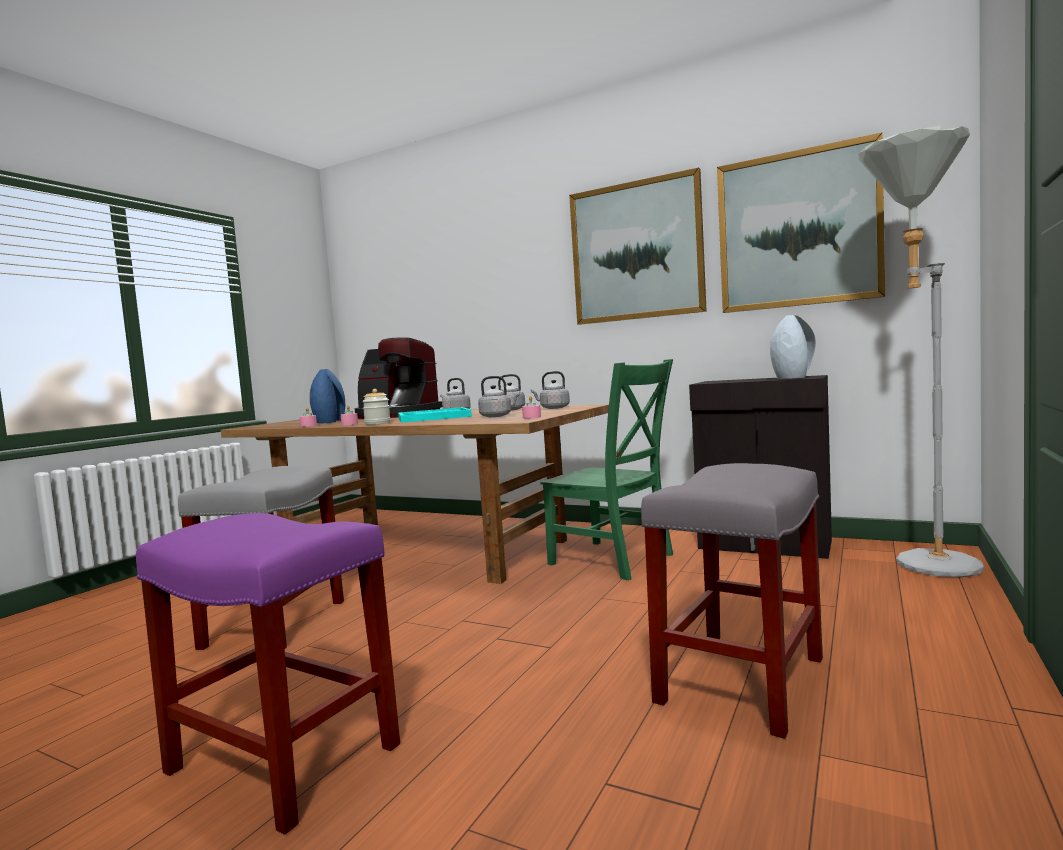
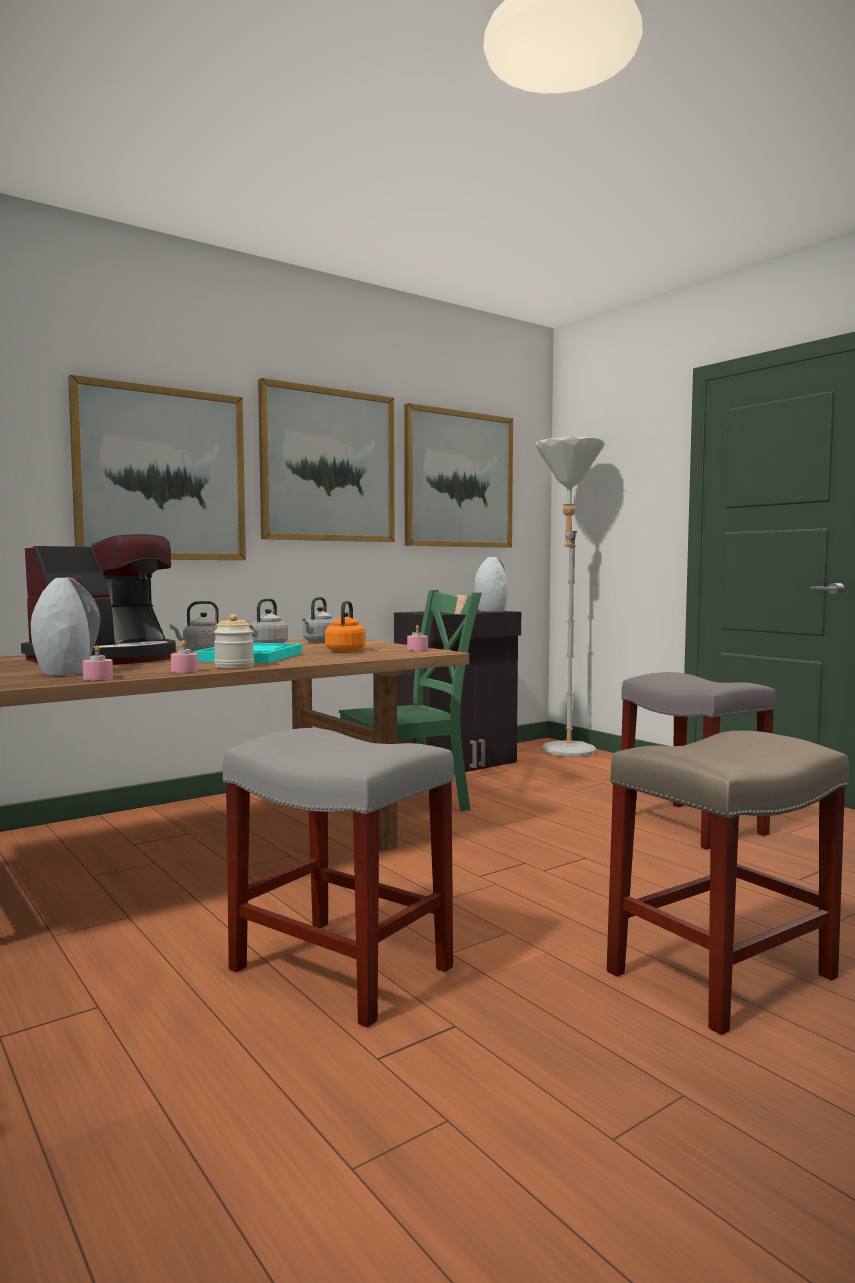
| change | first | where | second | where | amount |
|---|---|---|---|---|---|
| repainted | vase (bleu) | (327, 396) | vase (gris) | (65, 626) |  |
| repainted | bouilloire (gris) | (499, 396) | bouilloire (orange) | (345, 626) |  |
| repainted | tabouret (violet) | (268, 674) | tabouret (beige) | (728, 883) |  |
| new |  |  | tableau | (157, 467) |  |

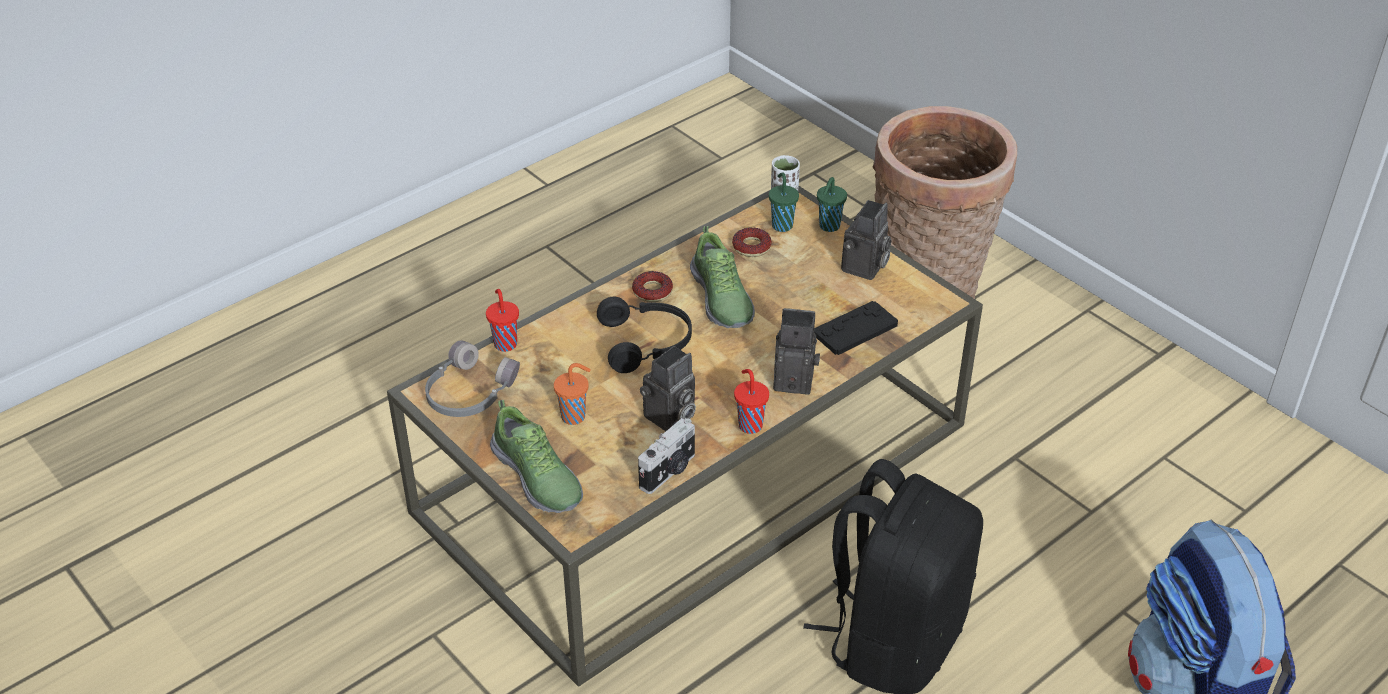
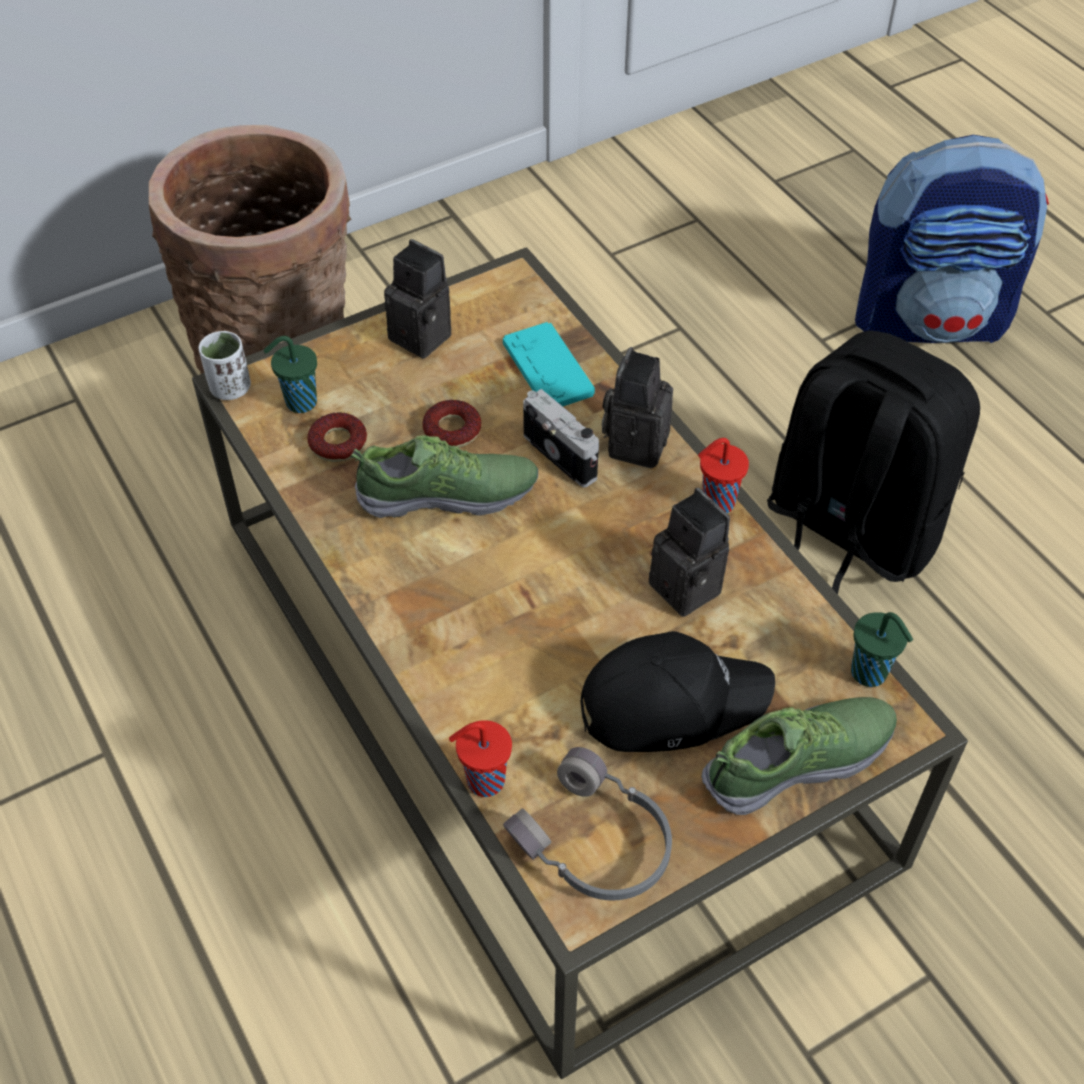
| change | first | where | second | where | amount |
|---|---|---|---|---|---|
| shifted | tasse (vert) | (832, 204) |  | (882, 649) |  |
| shifted | beignet | (652, 286) |  | (451, 424) |  |
| gone | casque audio (noir) | (644, 335) |  |  |  |
| repainted | manette (noir) | (856, 328) | manette (turquoise) | (549, 364) |  |
| swapped | tasse (orange) | (572, 394) | casquette (noir) | (678, 691) |  |
| shifted | appareil photo | (666, 456) |  | (561, 438) |  |

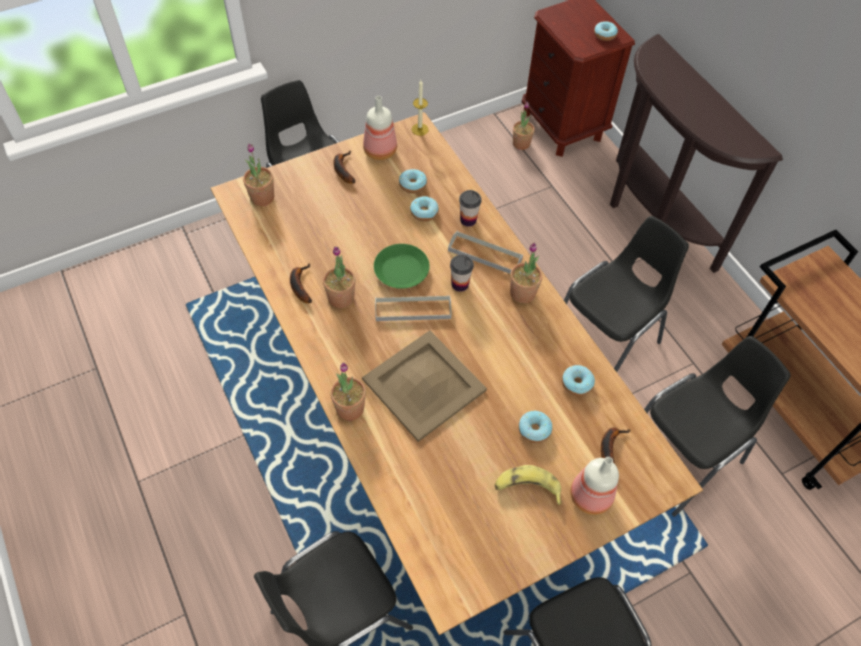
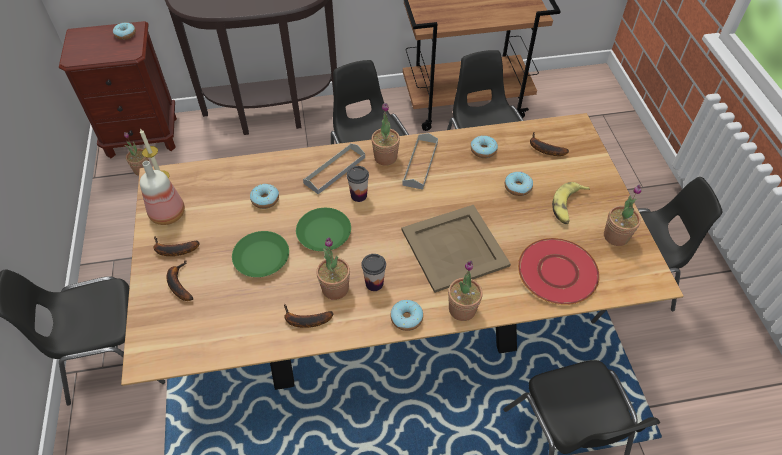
| change | first | where | second | where | amount |
|---|---|---|---|---|---|
| shifted | plante en pot | (258, 174) |  | (623, 215) |  |
| shifted | beignet | (413, 181) |  | (406, 315) |  |
| shifted | tasse | (470, 208) |  | (373, 272) |  |
| shifted | plateau (gris) | (413, 308) |  | (420, 161) |  |
| gone | bouteille | (594, 486) |  |  |  |
| new |  |  | assiette (vert) | (260, 254) |  |
| new |  |  | assiette (rouge) | (559, 271) |  |
| new |  |  | banane | (179, 280) |  |

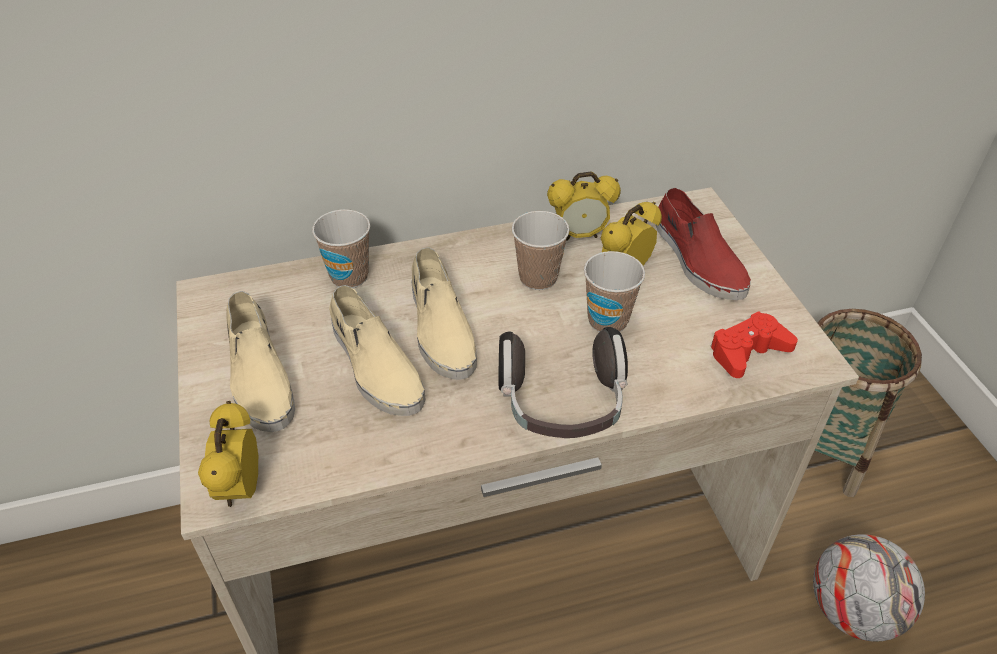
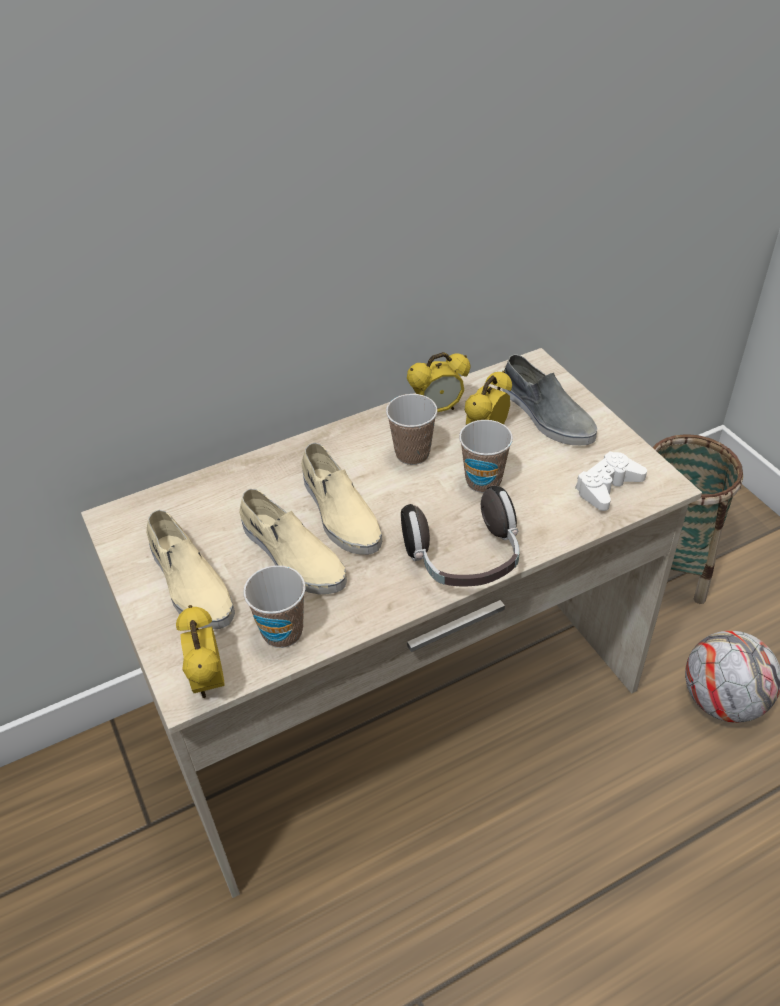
| change | first | where | second | where | amount |
|---|---|---|---|---|---|
| repainted | chaussure (rouge) | (703, 243) | chaussure (gris) | (549, 399) |  |
| shifted | tasse | (341, 248) |  | (274, 606) |  |
| repainted | manette (rouge) | (754, 344) | manette (blanc) | (611, 481) |  |

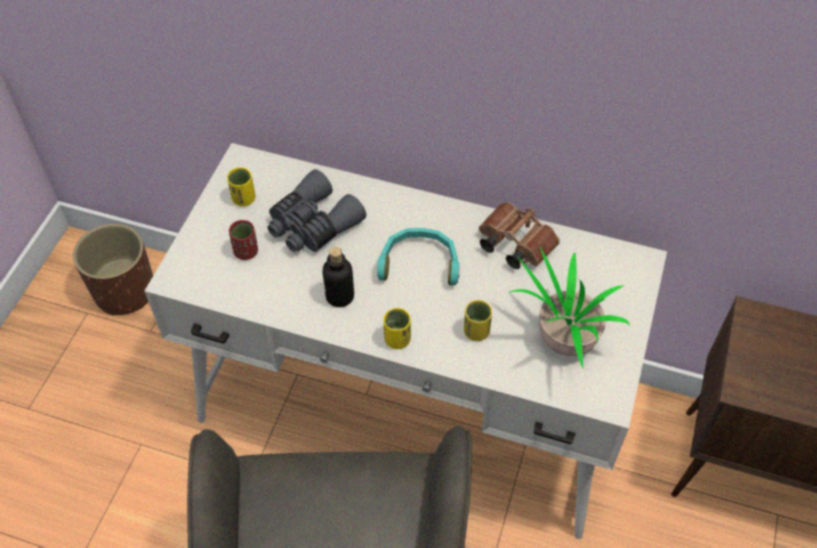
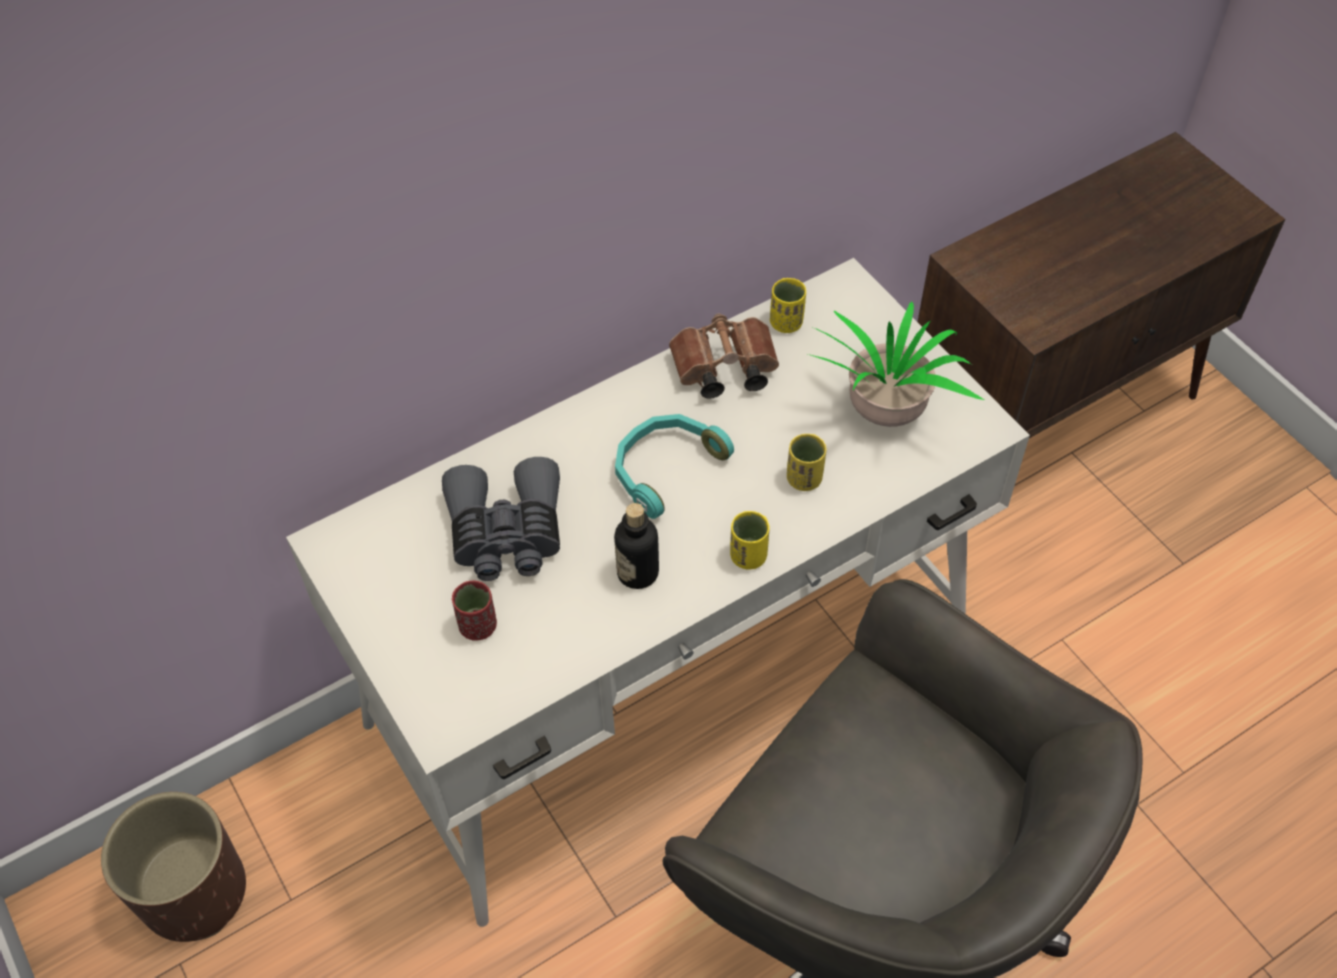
| change | first | where | second | where | amount |
|---|---|---|---|---|---|
| shifted | tasse (jaune) | (241, 186) |  | (788, 305) |  |

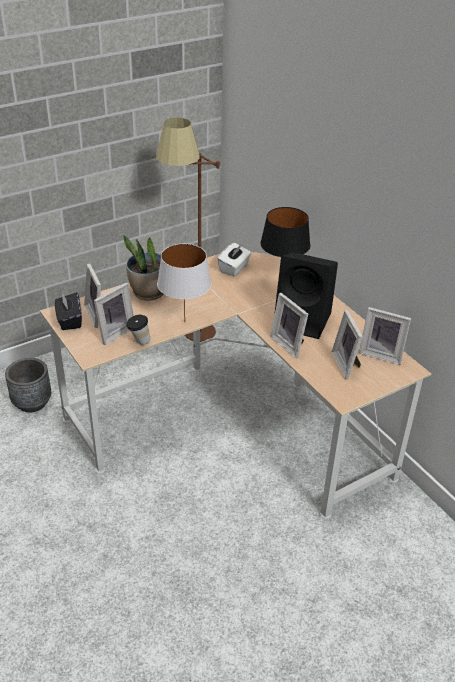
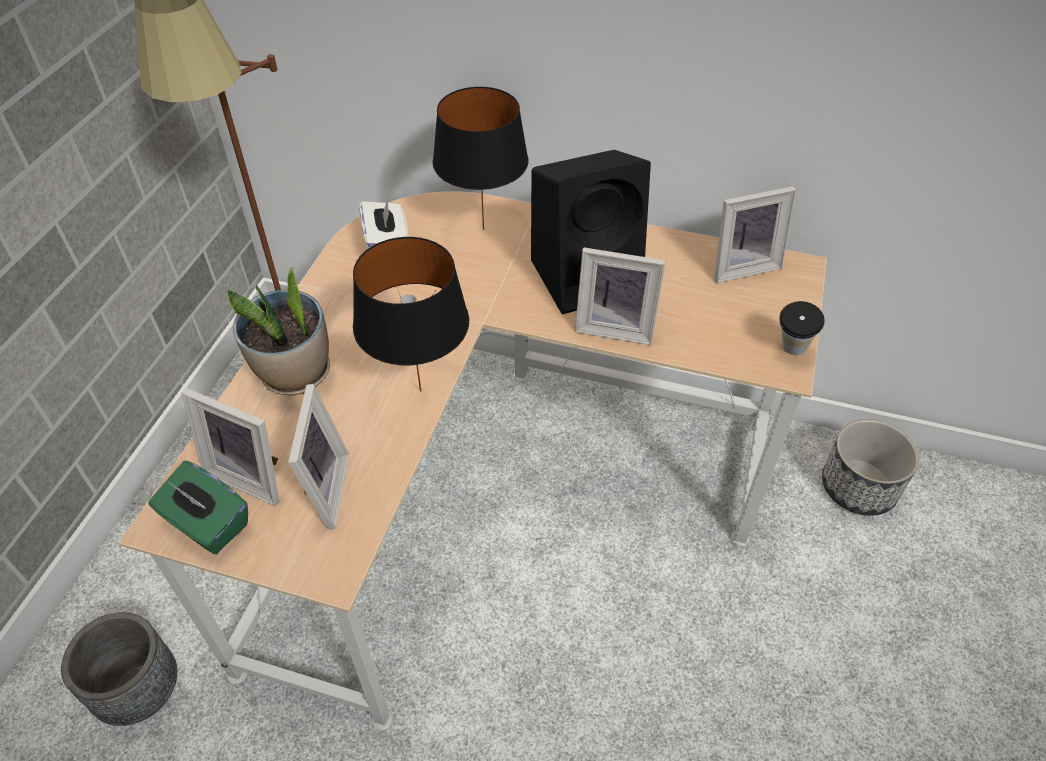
| change | first | where | second | where | amount |
|---|---|---|---|---|---|
| repainted | lampe de table (blanc) | (184, 283) | lampe de table (noir) | (411, 314) |  |
| repainted | boîte à mouchoirs (noir) | (68, 311) | boîte à mouchoirs (vert) | (198, 507) |  |
| gone | cadre photo | (347, 344) |  |  |  |
| shifted | tasse | (138, 330) |  | (802, 328) |  |
| new |  |  | cache-pot | (870, 467) |  |

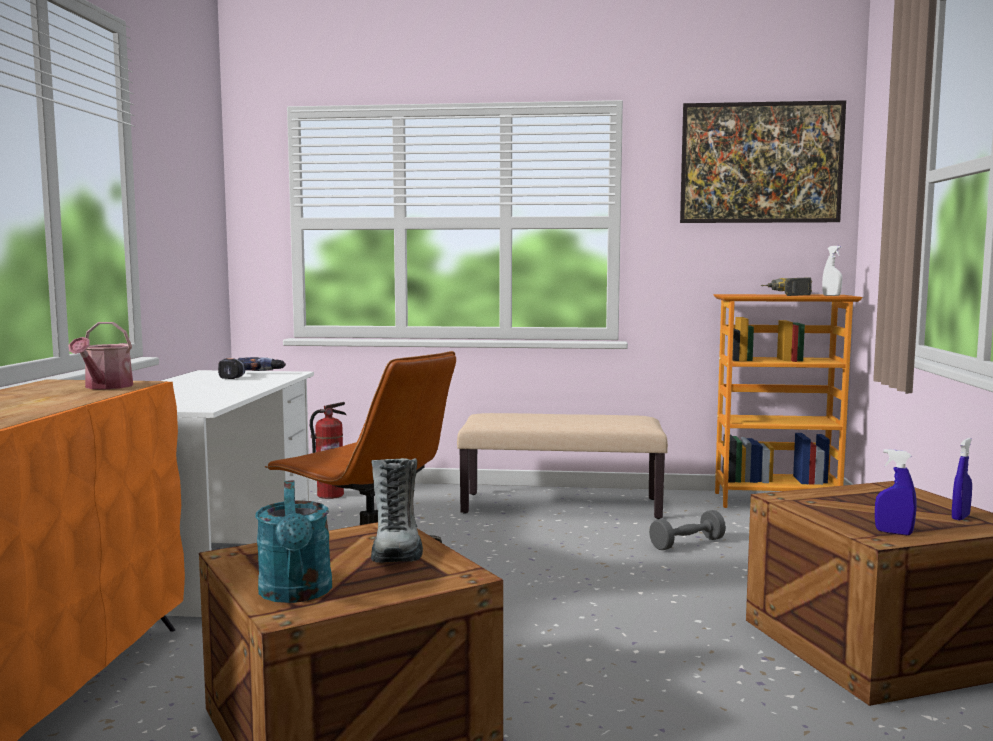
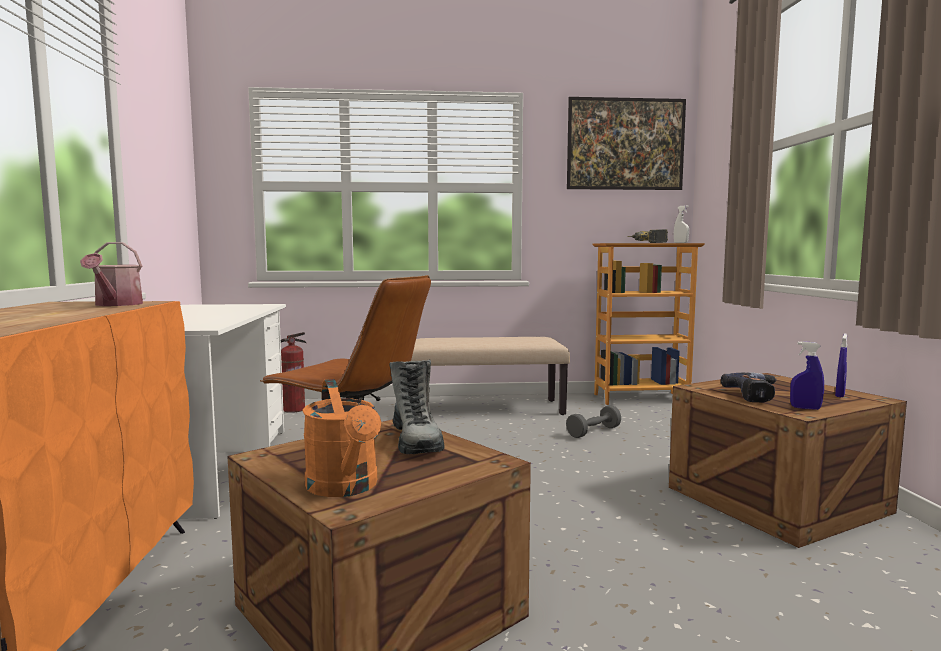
| change | first | where | second | where | amount |
|---|---|---|---|---|---|
| shifted | perceuse | (252, 368) |  | (749, 387) |  |
| repainted | arrosoir (turquoise) | (293, 541) | arrosoir (orange) | (341, 438) |  |

